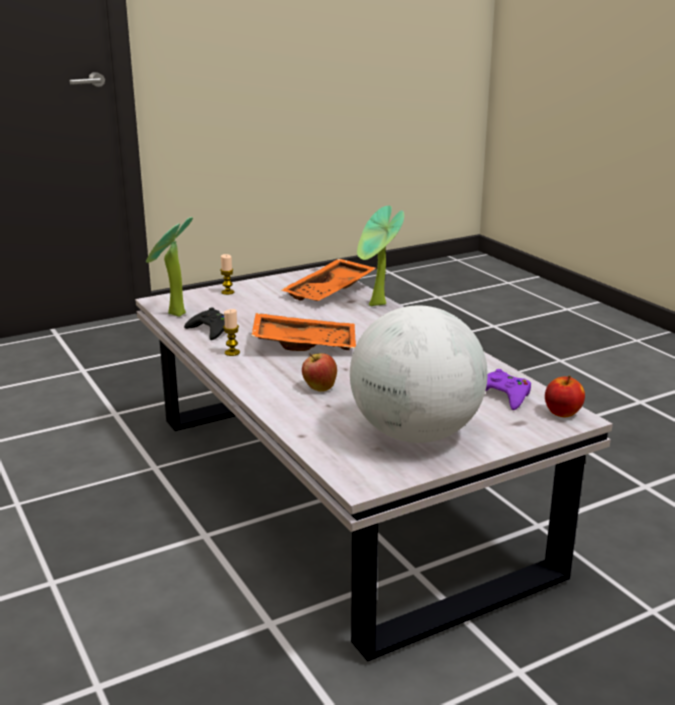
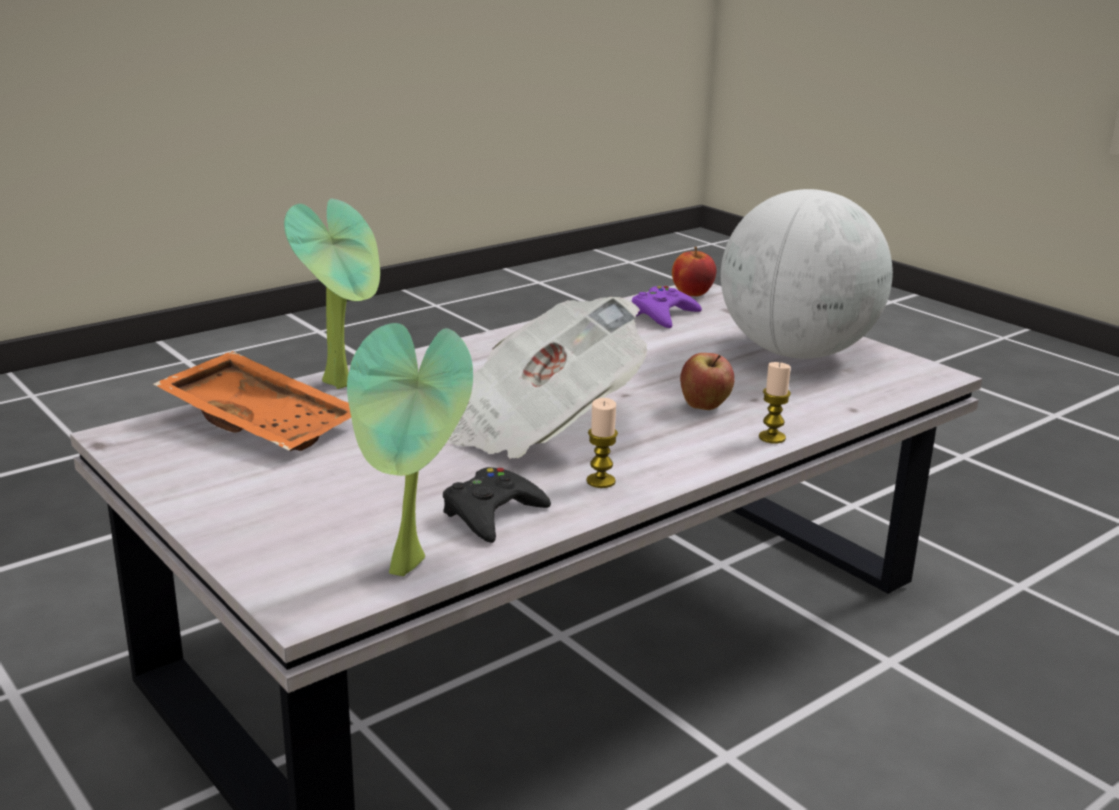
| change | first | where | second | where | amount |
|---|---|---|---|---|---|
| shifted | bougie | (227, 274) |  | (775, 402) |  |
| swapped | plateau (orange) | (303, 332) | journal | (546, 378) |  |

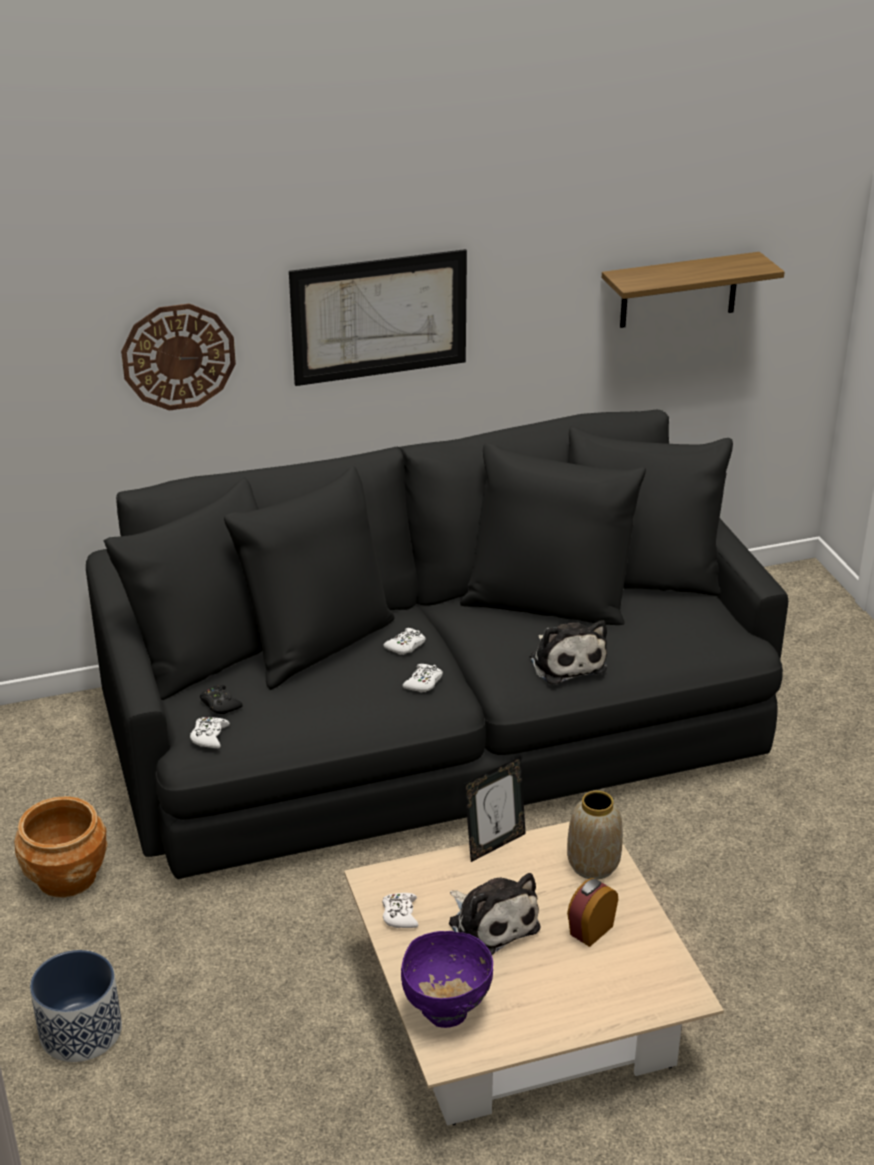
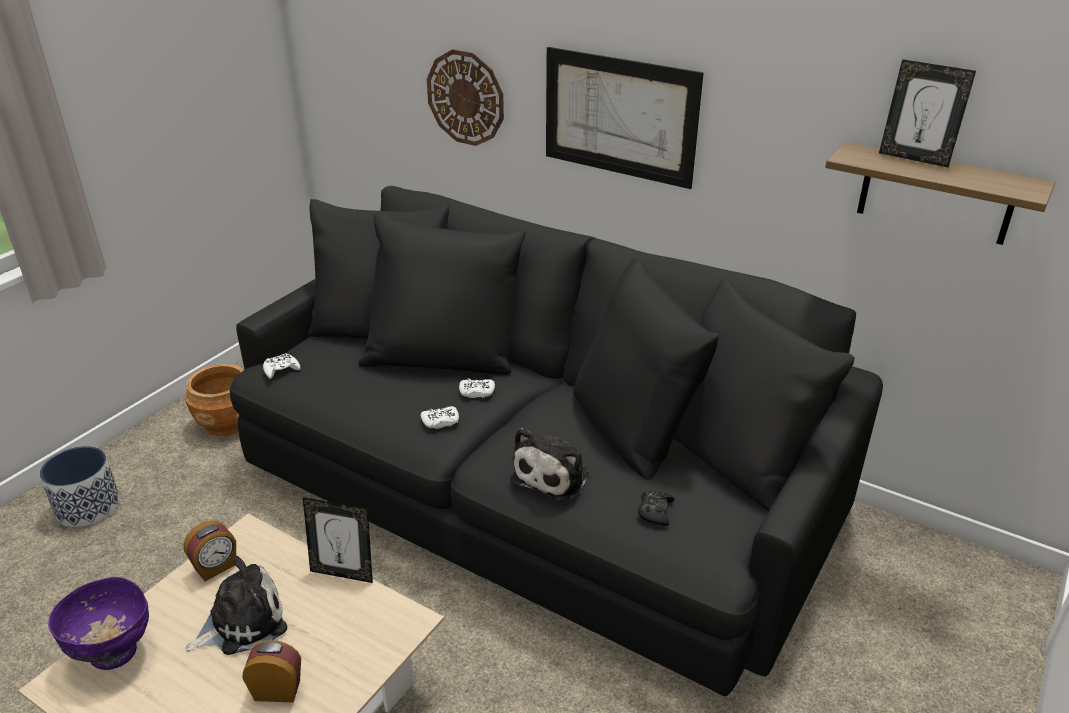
| change | first | where | second | where | amount |
|---|---|---|---|---|---|
| shifted | manette (noir) | (221, 699) |  | (656, 508) |  |
| gone | vase | (595, 835) |  |  |  |
| rotated | peluche | (495, 914) |  | (236, 605) | 135 degrees counterclockwise |
| swapped | manette (blanc) | (400, 910) | réveil | (209, 550) |  |
| new |  |  | cadre photo | (927, 113) |  |

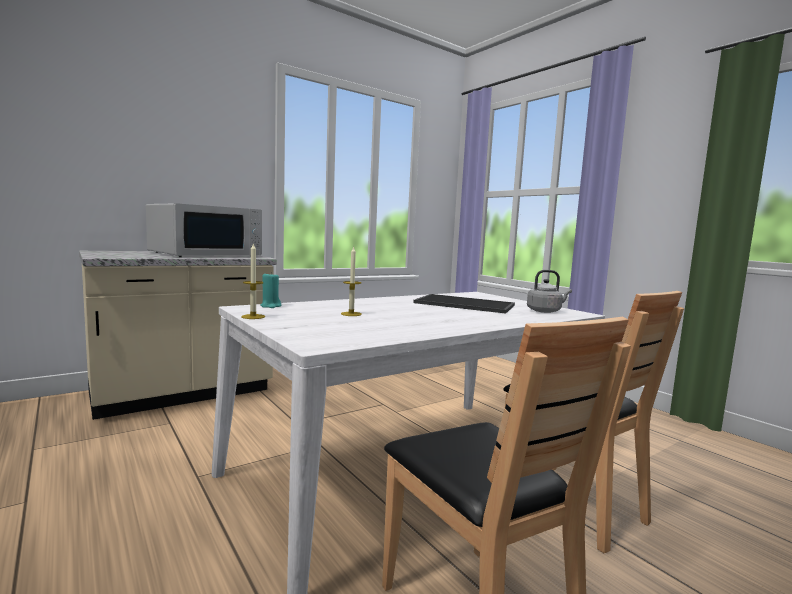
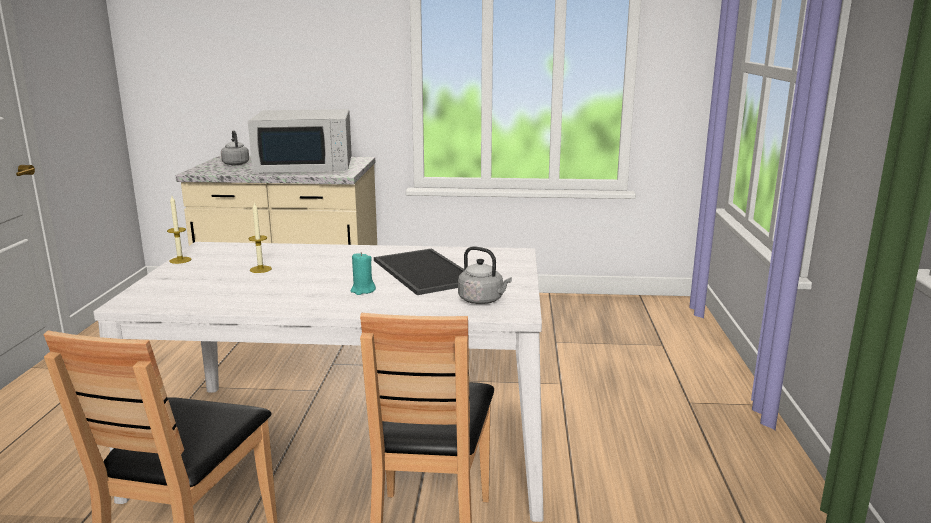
| change | first | where | second | where | amount |
|---|---|---|---|---|---|
| shifted | bougie (turquoise) | (270, 290) |  | (363, 273) |  |
| new |  |  | bouilloire (gris) | (235, 147) |  |

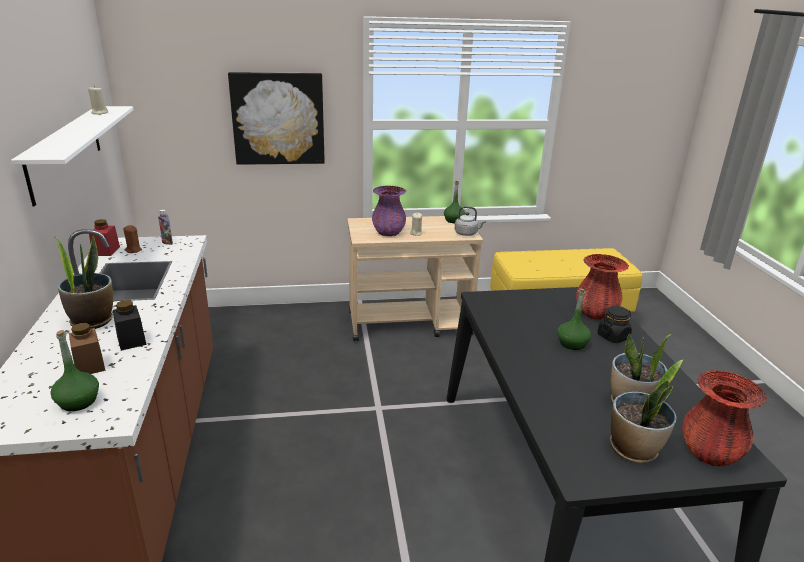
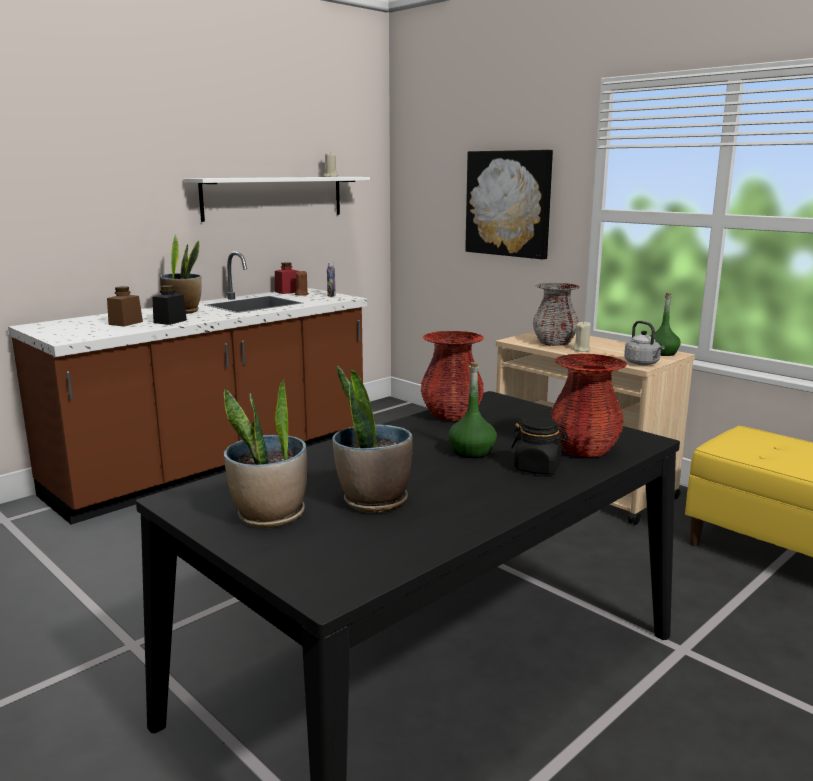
| change | first | where | second | where | amount |
|---|---|---|---|---|---|
| repainted | vase (violet) | (389, 211) | vase (gris) | (556, 314) |  |
| gone | bouteille (vert) | (74, 370) |  |  |  |
| shifted | vase (rouge) | (724, 418) |  | (452, 376) |  |

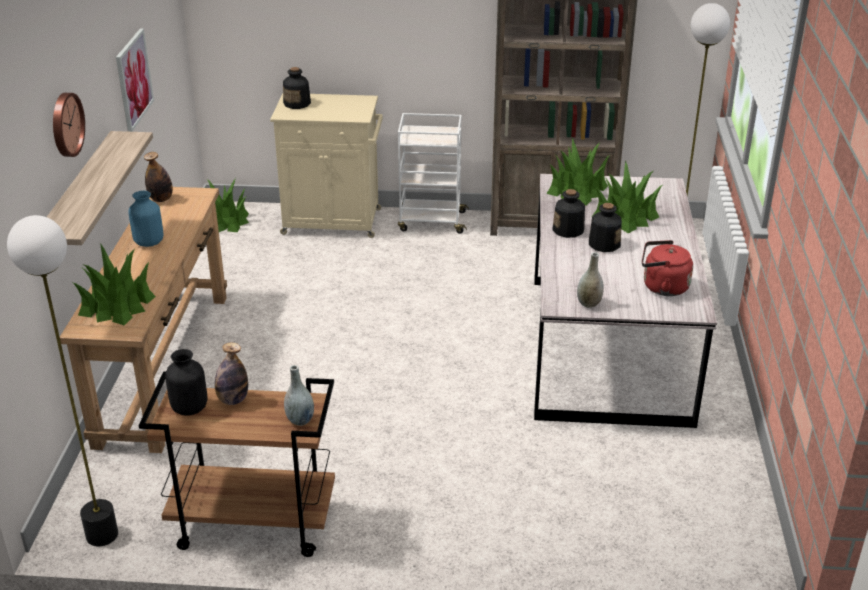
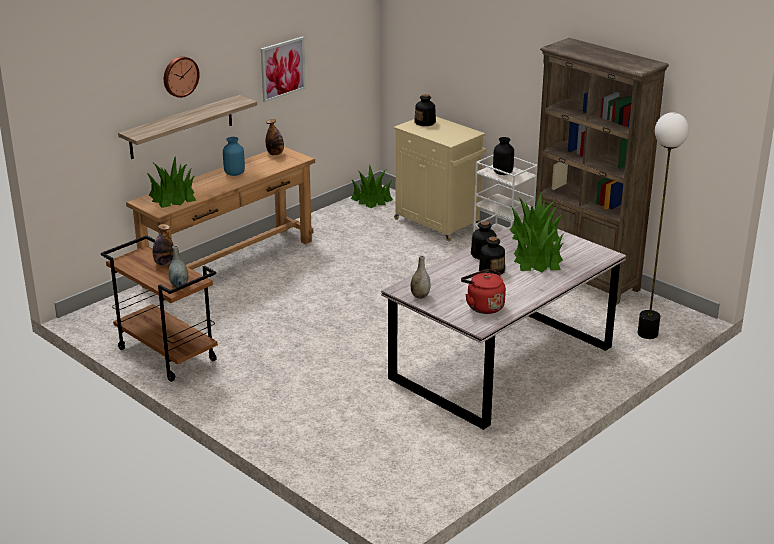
| change | first | where | second | where | amount |
|---|---|---|---|---|---|
| gone | lampadaire | (62, 380) |  |  |  |
| shifted | vase (noir) | (186, 382) |  | (503, 156) |  |

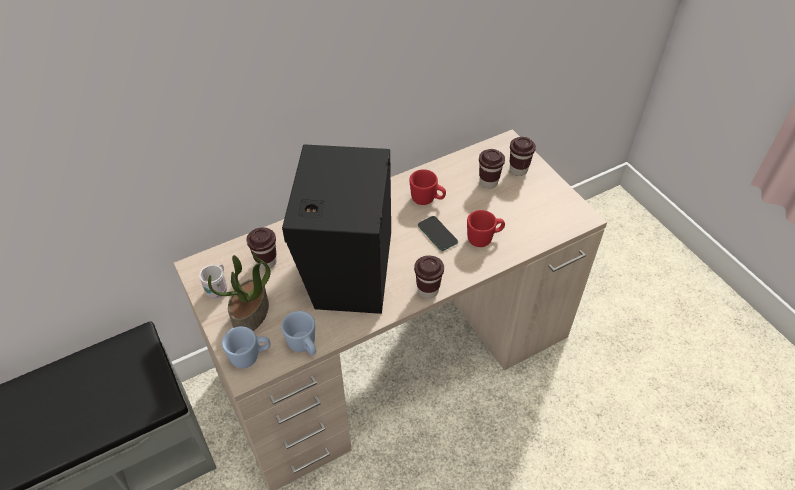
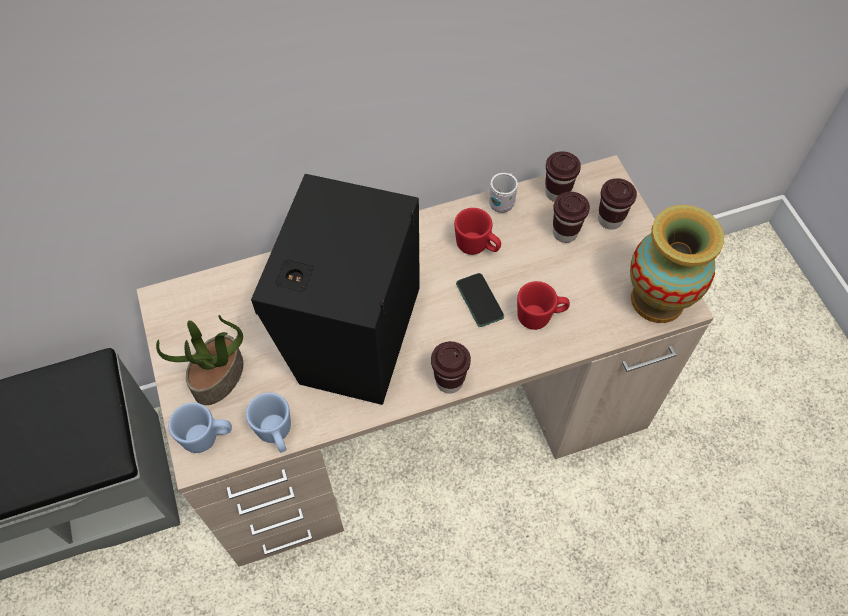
| change | first | where | second | where | amount |
|---|---|---|---|---|---|
| shifted | tasse (marron) | (261, 248) |  | (563, 176) |  |
| shifted | mug (blanc) | (213, 281) |  | (503, 193) |  |
| new |  |  | vase | (677, 264) |  |

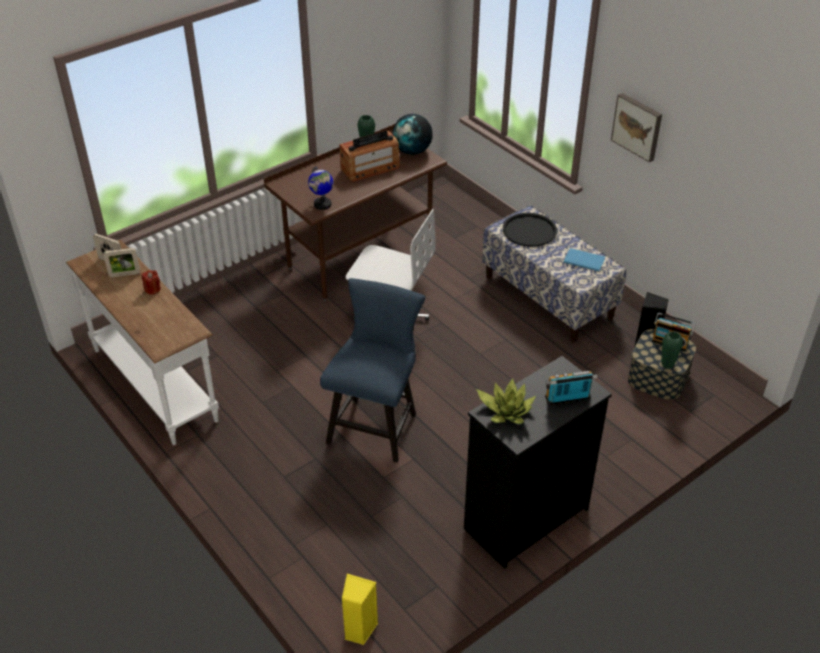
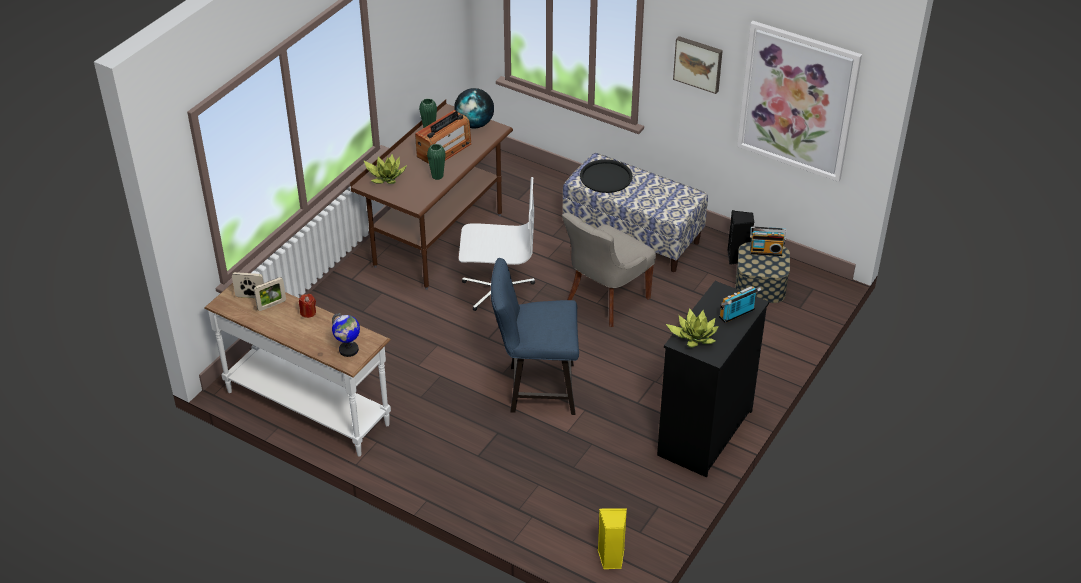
| change | first | where | second | where | amount |
|---|---|---|---|---|---|
| shifted | globe | (320, 188) |  | (346, 335) |  |
| gone | livre (bleu) | (584, 260) |  |  |  |
| rotated | chaise (bleu) | (372, 370) |  | (535, 336) | 90 degrees counterclockwise |
| shifted | vase (vert) | (672, 350) |  | (436, 162) |  |
| new |  |  | tableau | (799, 101) |  |
| new |  |  | plante en pot | (385, 169) |  |
| new |  |  | chaise (gris) | (609, 270) |  |

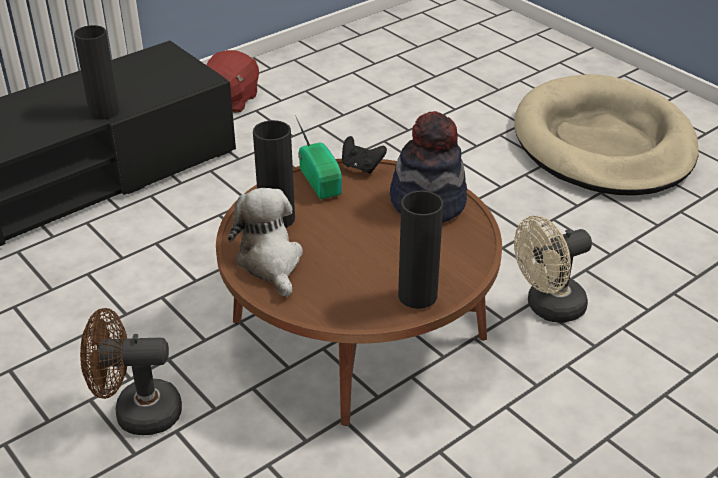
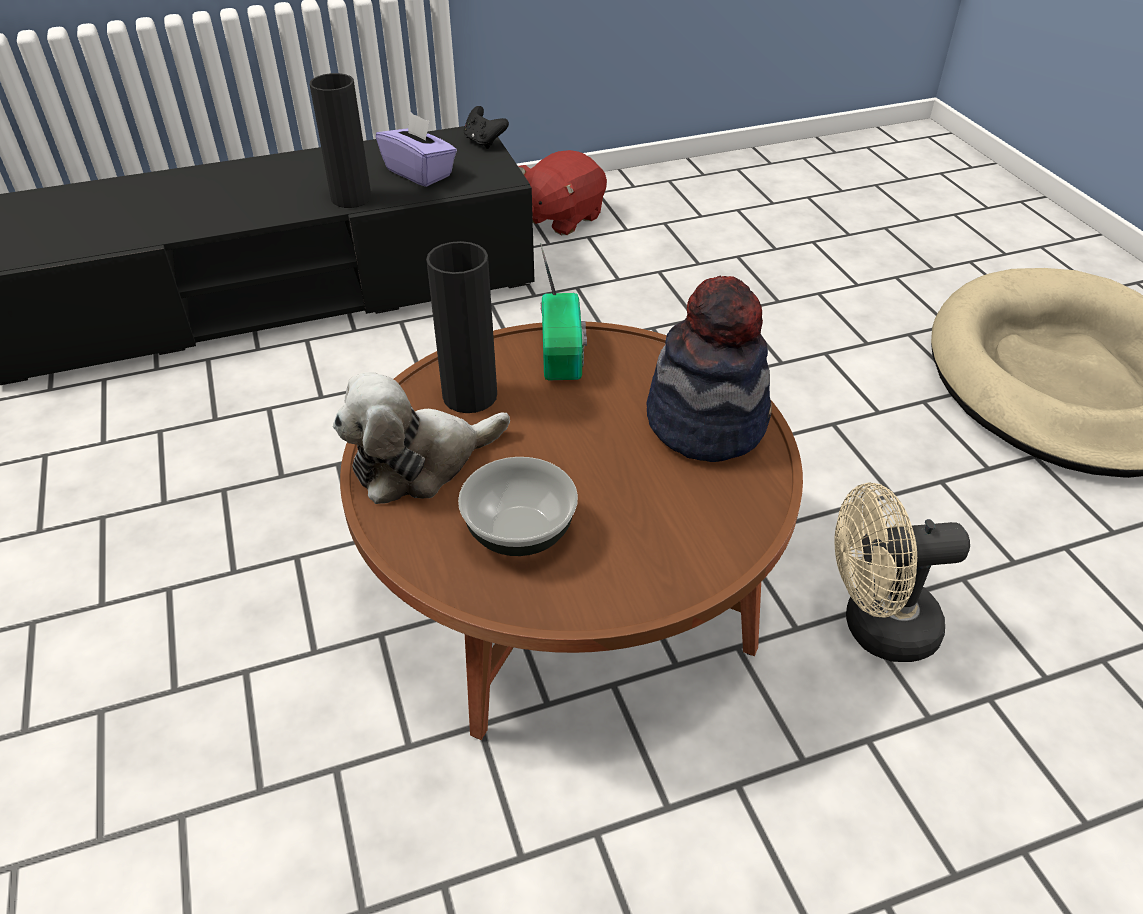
| change | first | where | second | where | amount |
|---|---|---|---|---|---|
| shifted | manette (noir) | (364, 155) |  | (486, 127) |  |
| rotated | peluche | (265, 242) |  | (421, 438) | 120 degrees counterclockwise |
| gone | vase (noir) | (420, 250) |  |  |  |
| gone | ventilateur (marron) | (131, 371) |  |  |  |
| new |  |  | boîte à mouchoirs (violet) | (416, 149) |  |
| new |  |  | bol | (518, 506) |  |

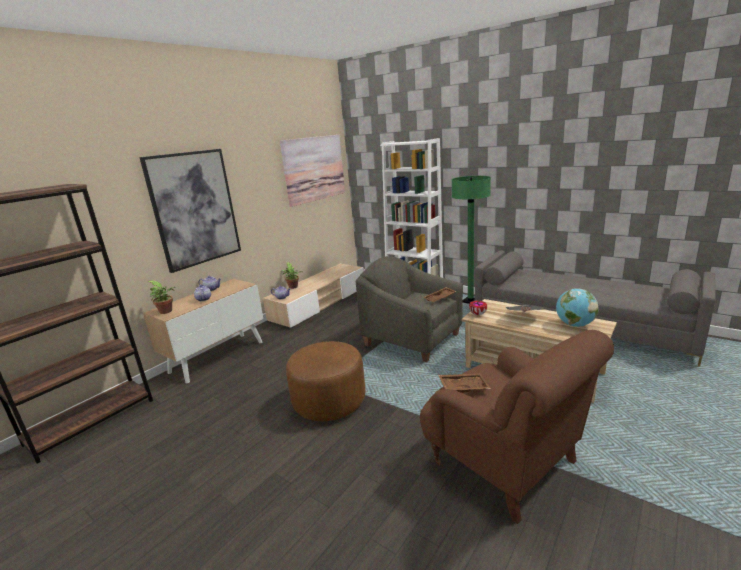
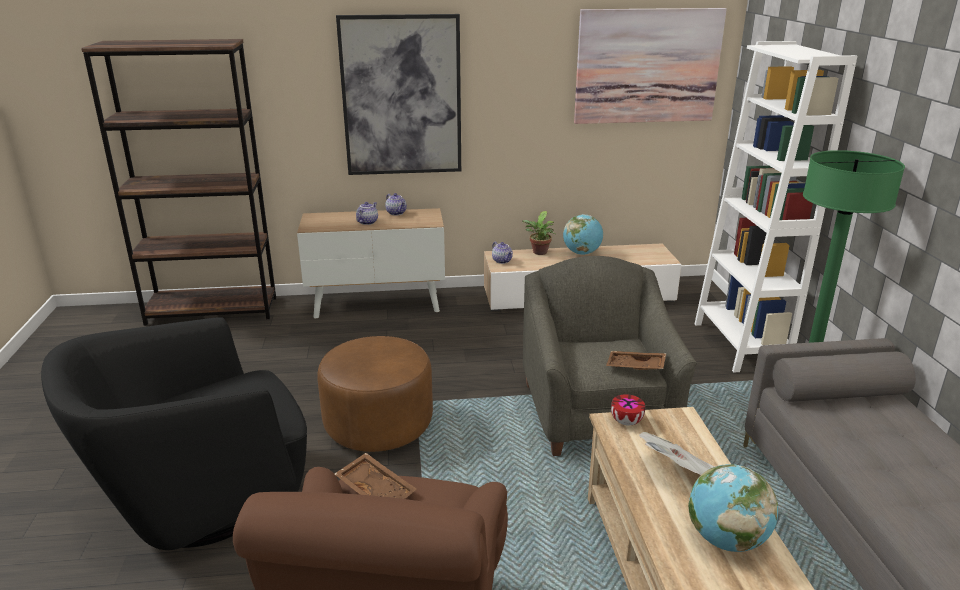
| change | first | where | second | where | amount |
|---|---|---|---|---|---|
| gone | plante en pot | (161, 297) |  |  |  |
| new |  |  | globe | (583, 234) |  |
| new |  |  | fauteuil (noir) | (174, 433) |  |

